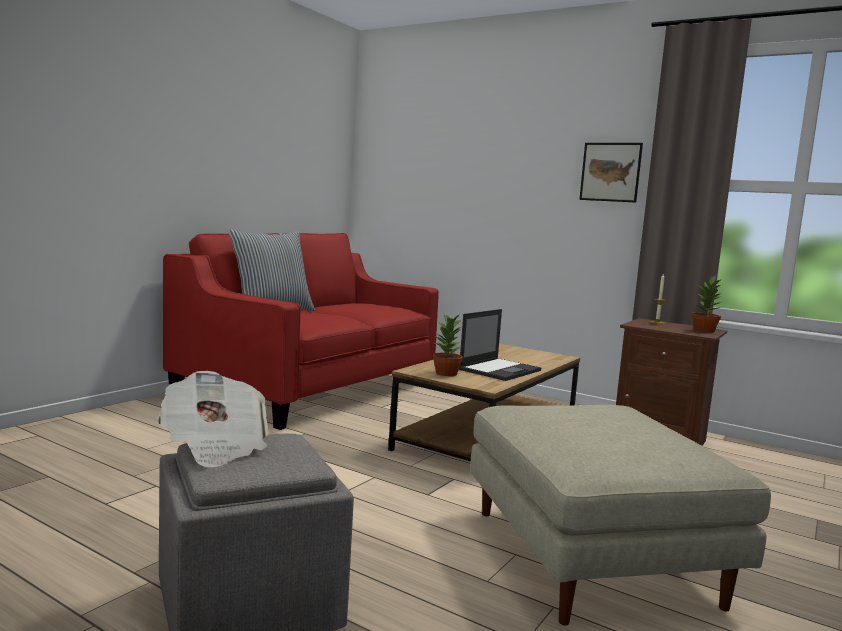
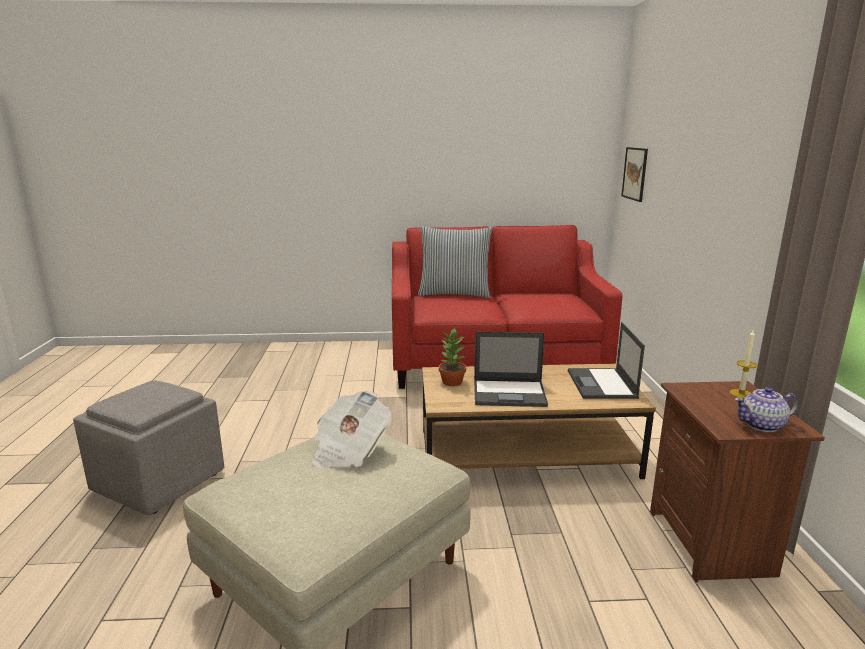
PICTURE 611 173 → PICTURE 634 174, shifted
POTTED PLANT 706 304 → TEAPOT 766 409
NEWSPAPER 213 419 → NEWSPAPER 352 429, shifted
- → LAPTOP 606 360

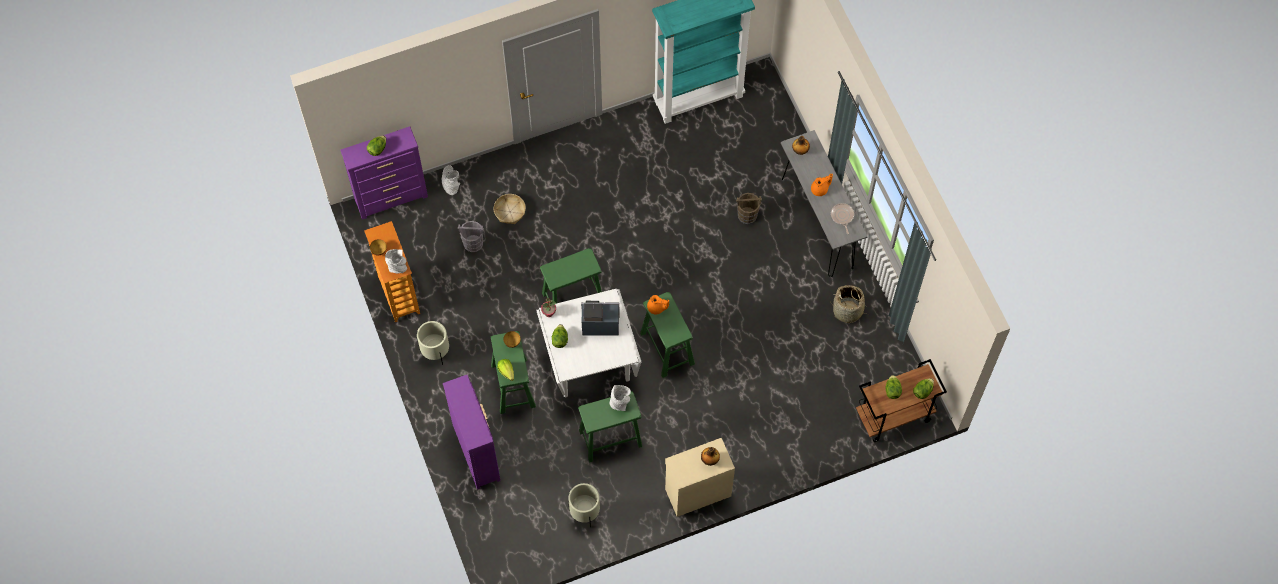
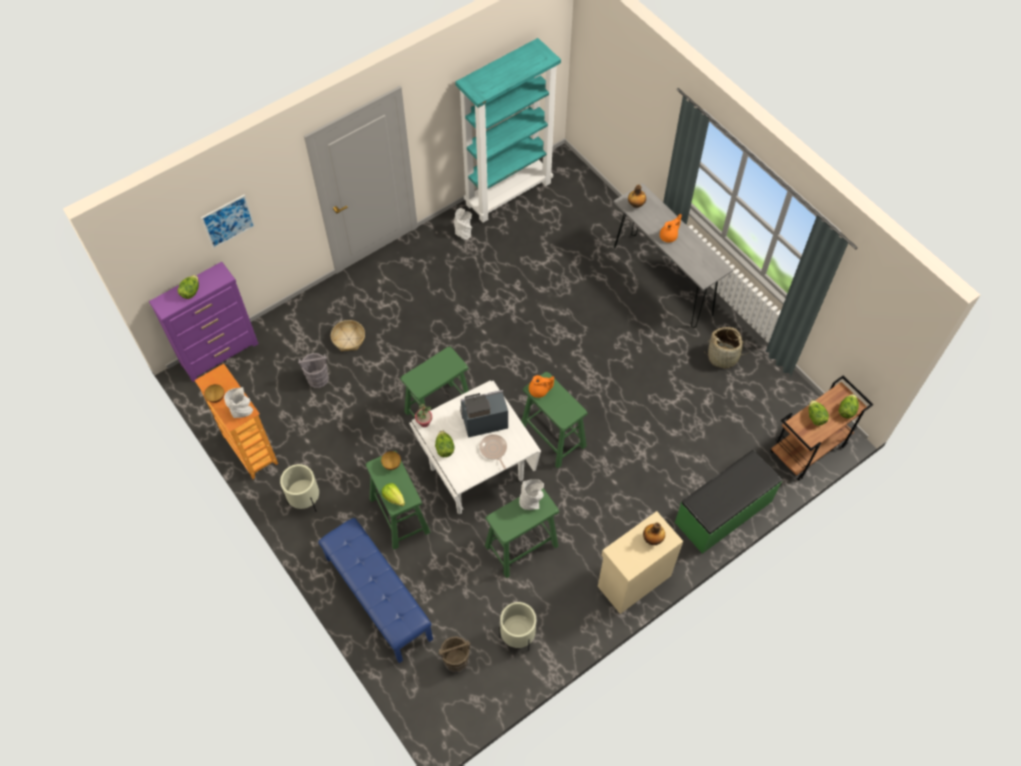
GREY VASE 451 180 → GREY VASE 463 224, shifted
BROWN BUCKET 749 208 → BROWN BUCKET 454 654, shifted
FRYING PAN 842 218 → FRYING PAN 493 451, shifted
PURPLE DRESSER 472 432 → BLUE BENCH 375 590
- → PICTURE 228 221
- → GREEN BENCH 728 502

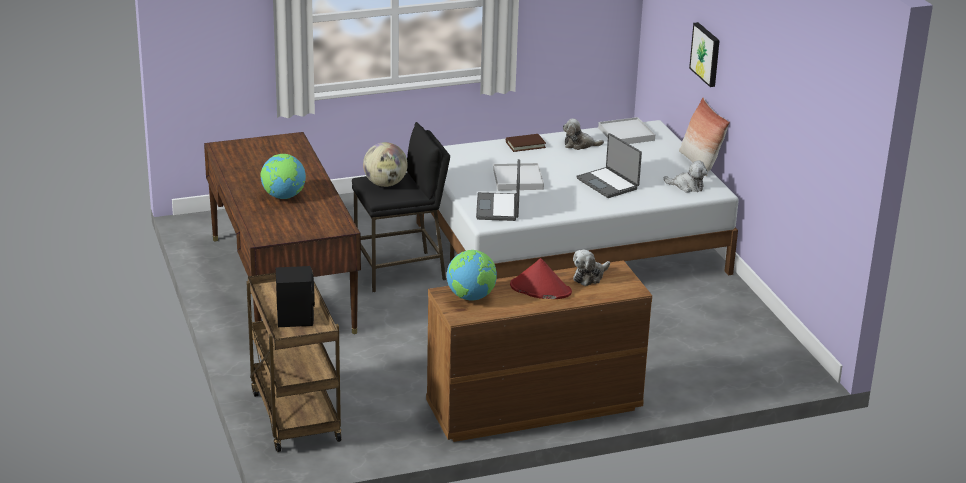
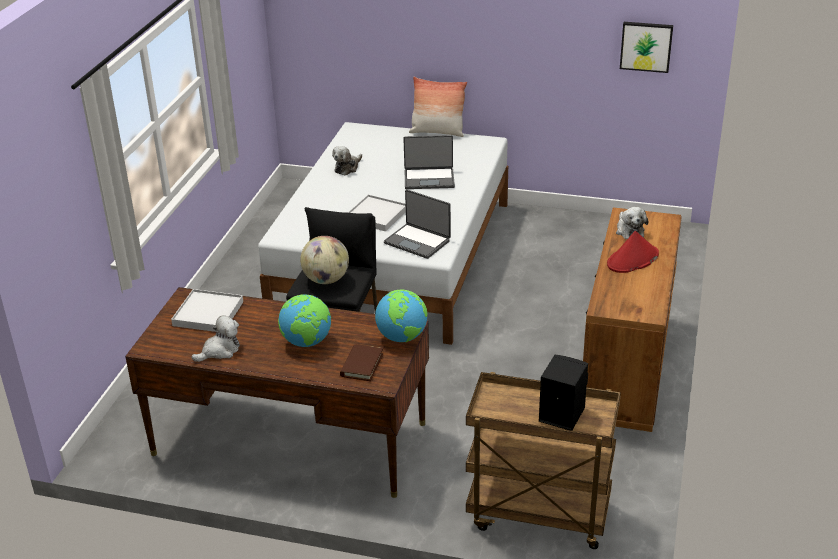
PICTURE 704 54 → PICTURE 646 47, shifted
WHITE TRAY 627 130 → WHITE TRAY 207 310, shifted
BROWN BOOK 526 143 → BROWN BOOK 361 362, shifted
PLUSH TOY 686 176 → PLUSH TOY 216 338, shifted
GLOBE 472 275 → GLOBE 401 316, shifted

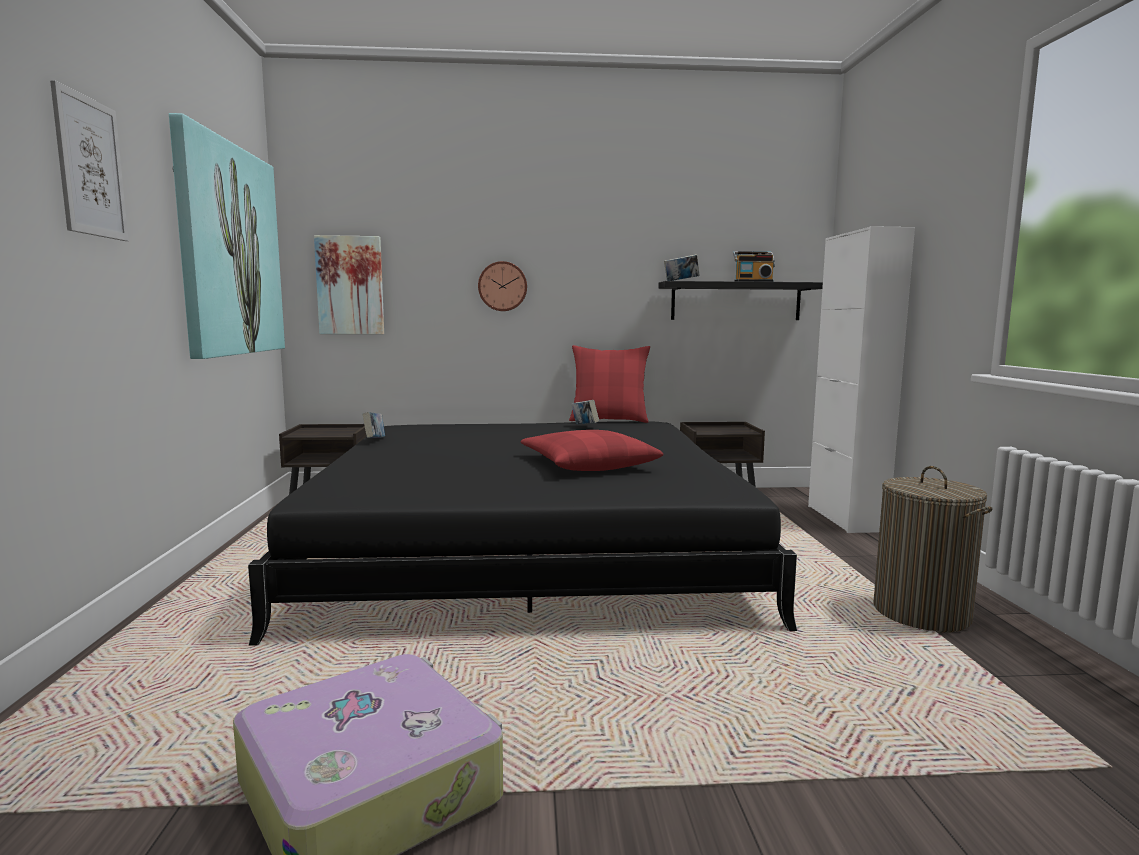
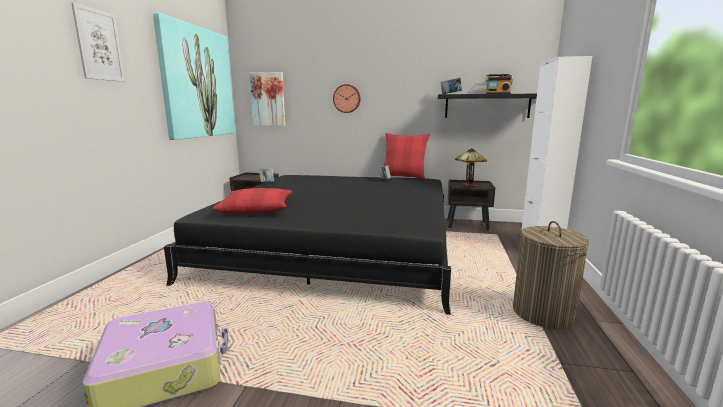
RED PILLOW 592 450 → RED PILLOW 252 201, shifted
- → TABLE LAMP 471 167

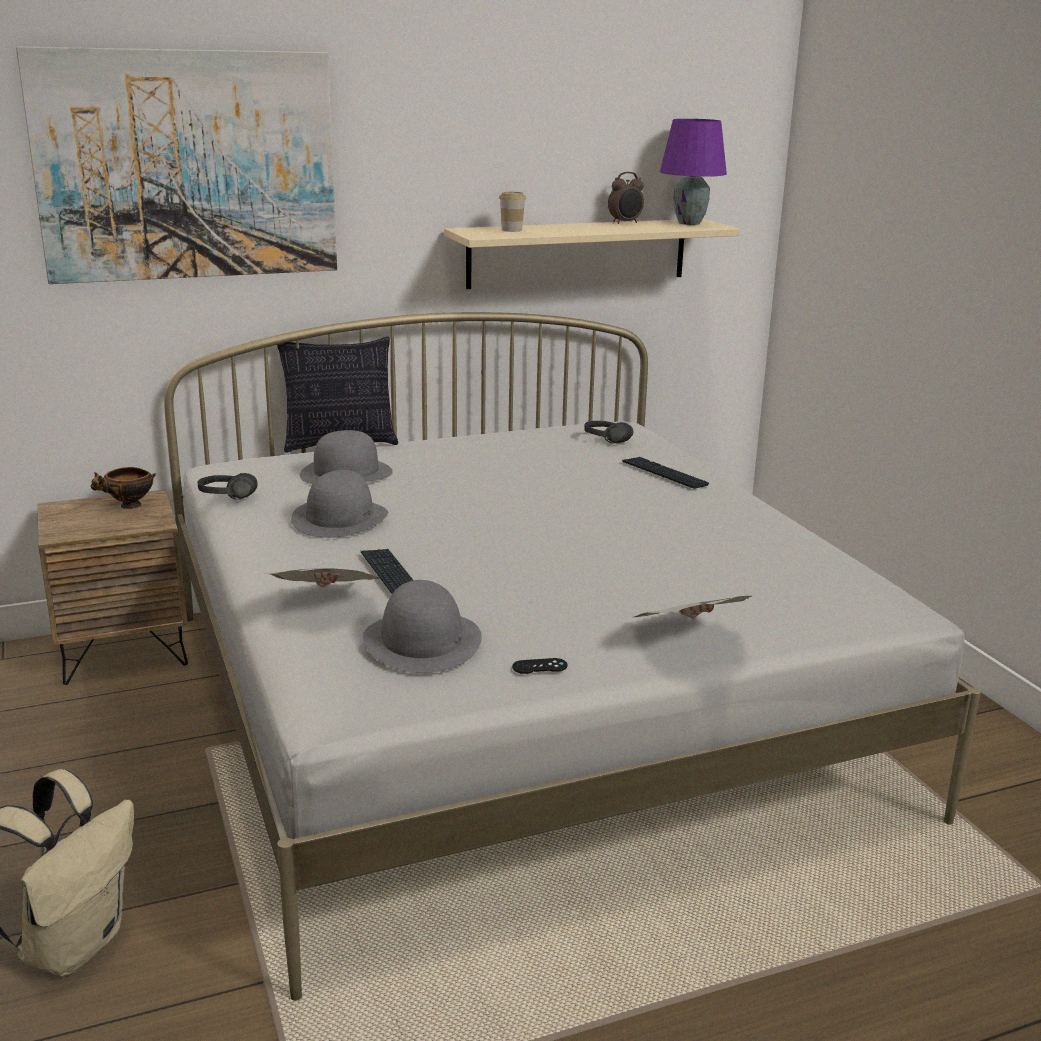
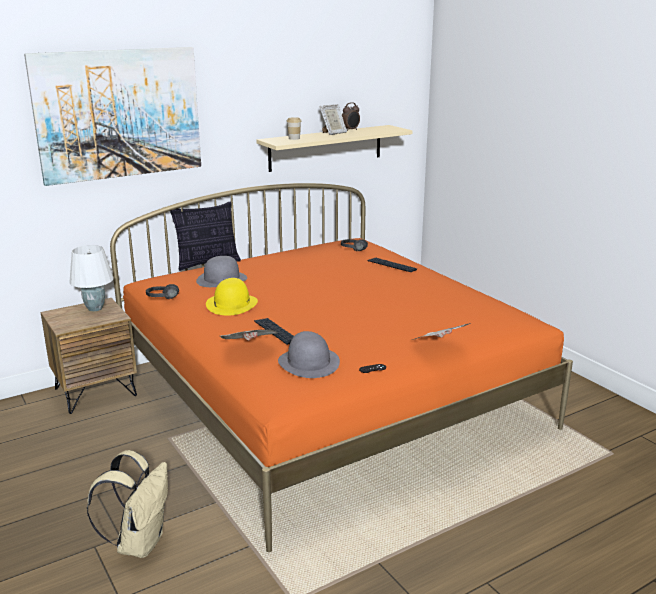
PURPLE TABLE LAMP 693 172 → -
WHITE BED 572 656 → ORANGE BED 341 367
BOWL 123 488 → WHITE TABLE LAMP 91 278
GREY HAT 339 504 → YELLOW HAT 232 296
- → PICTURE FRAME 333 119

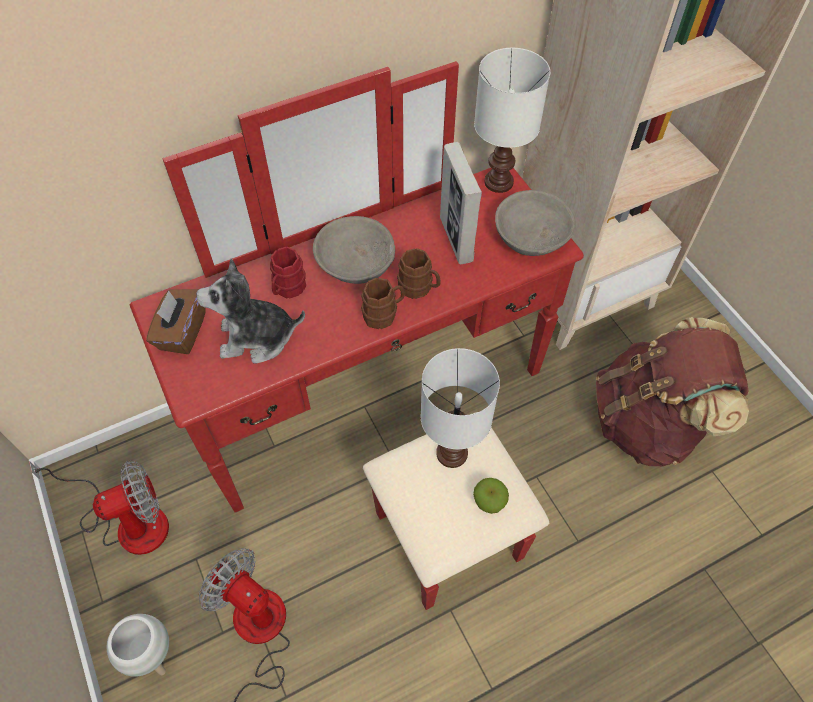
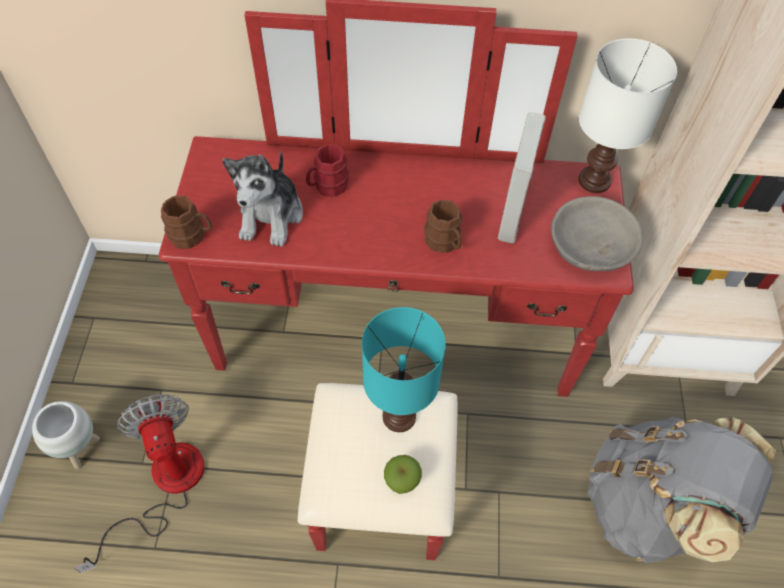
GREY BOWL 354 250 → -
PLUSH TOY 250 311 → PLUSH TOY 262 199, 105 degrees counterclockwise
BROWN MUG 383 303 → BROWN MUG 186 222, shifted
BROWN TISSUE BOX 176 321 → -
BROWN BACKPACK 672 391 → GREY BACKPACK 681 489
WHITE TABLE LAMP 460 408 → TURQUOISE TABLE LAMP 404 369
FAN 99 507 → -

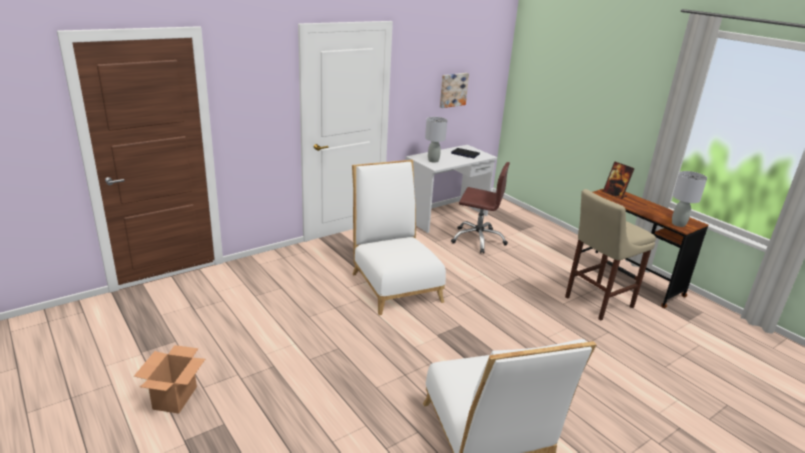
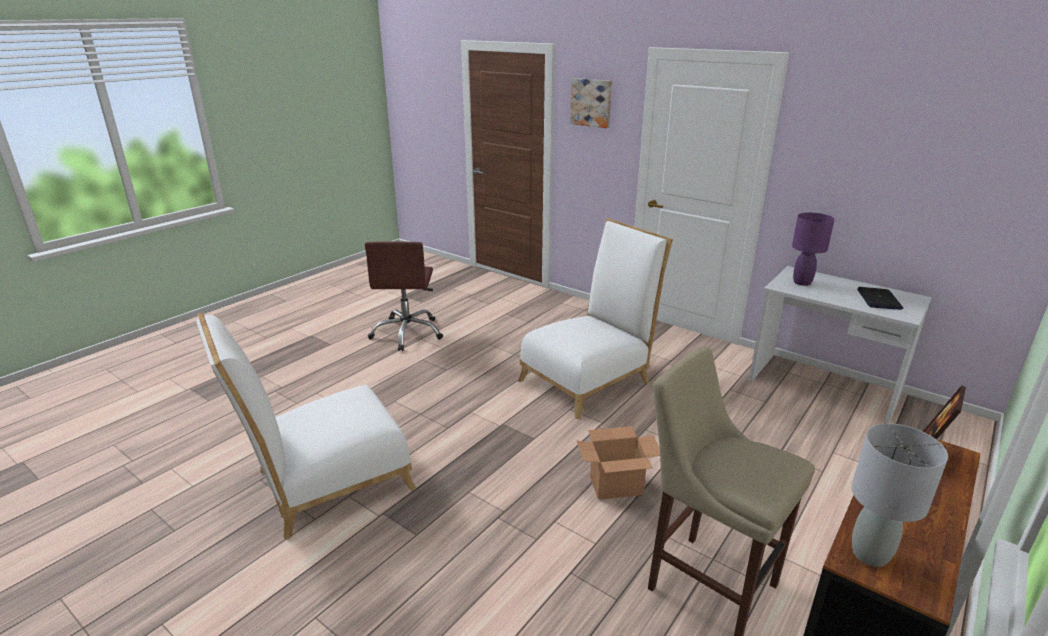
PICTURE 454 90 → PICTURE 591 103, shifted
GREY TABLE LAMP 436 140 → PURPLE TABLE LAMP 813 249
BROWN OFFICE CHAIR 480 207 → BROWN OFFICE CHAIR 404 296, shifted
CARDBOARD BOX 169 379 → CARDBOARD BOX 618 463, shifted

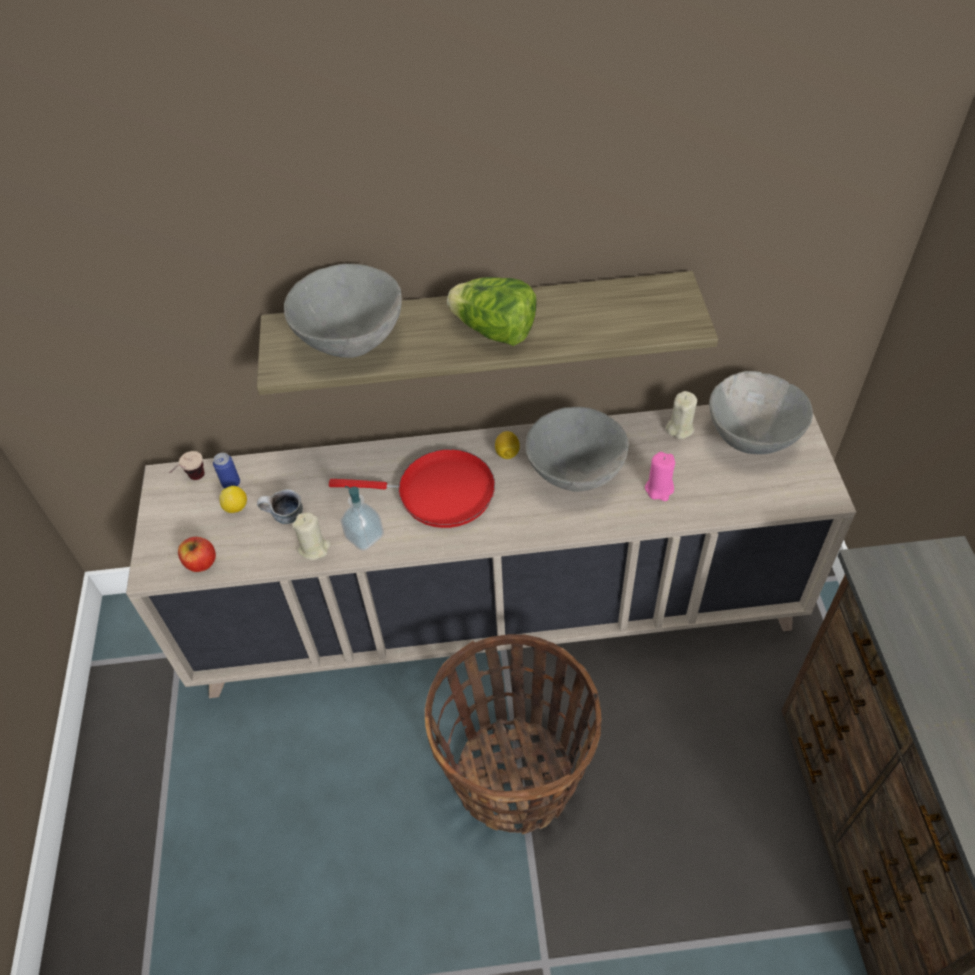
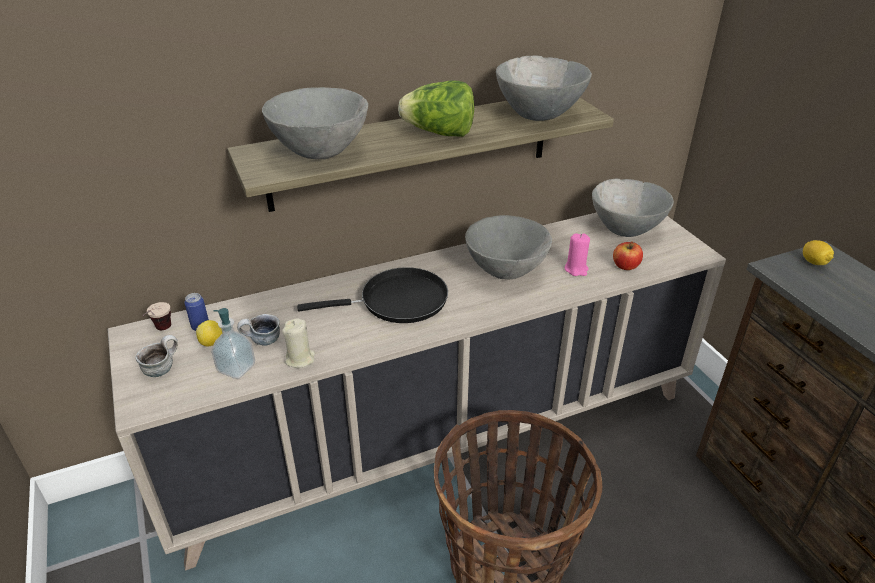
BEIGE CANDLE 681 415 → -
LEMON 507 445 → LEMON 818 252, shifted
RED FRYING PAN 412 488 → BLACK FRYING PAN 372 295
SOAP DISPENSER 362 518 → SOAP DISPENSER 233 343, shifted
APPLE 197 554 → APPLE 628 255, shifted
- → GREY BOWL 544 88
- → MUG 156 356

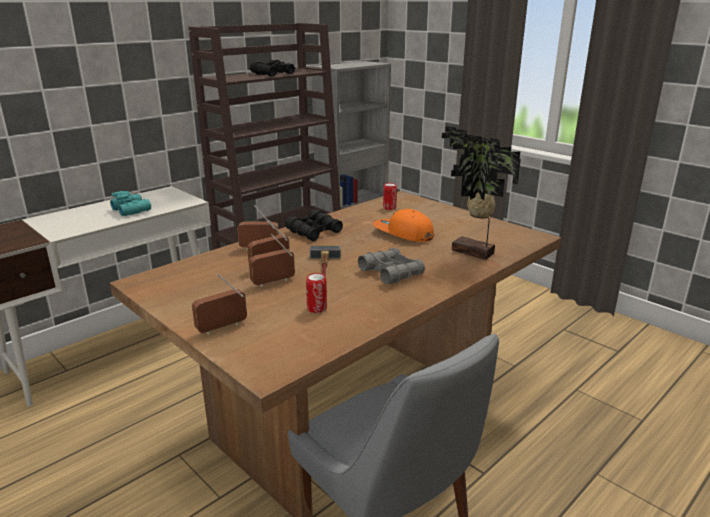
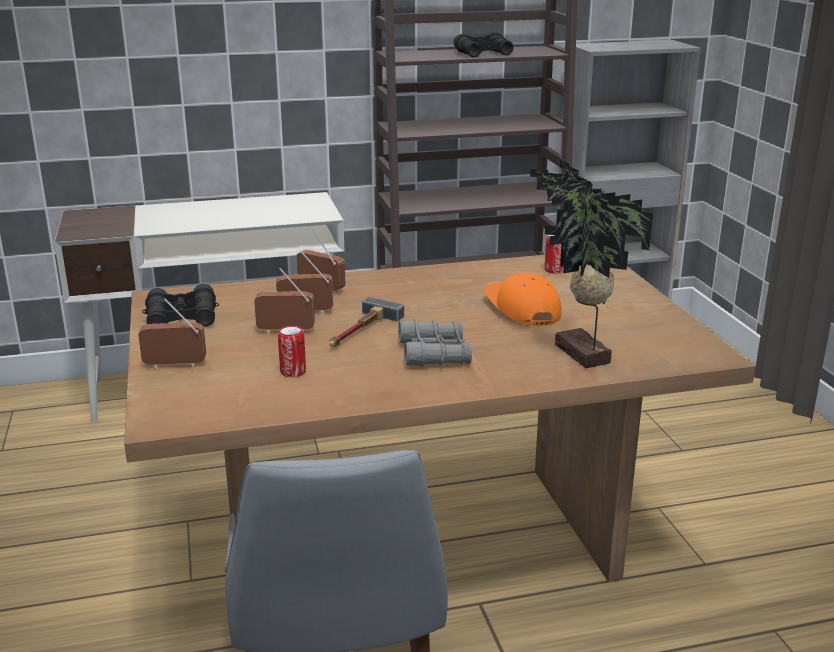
TURQUOISE BINOCULARS 130 203 → -
BLACK BINOCULARS 314 225 → BLACK BINOCULARS 180 305, shifted

